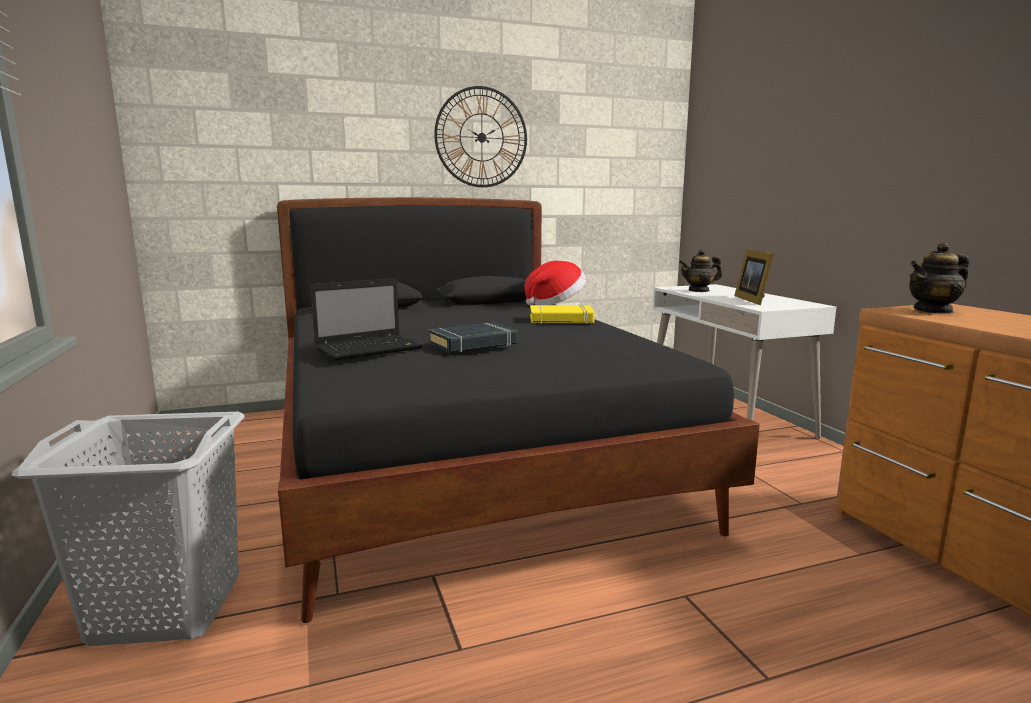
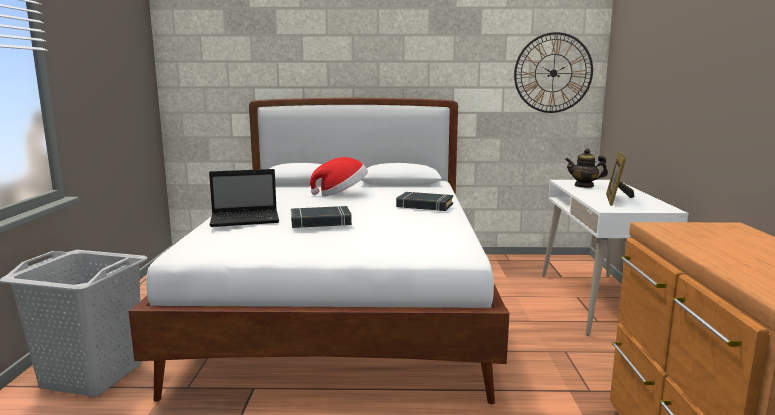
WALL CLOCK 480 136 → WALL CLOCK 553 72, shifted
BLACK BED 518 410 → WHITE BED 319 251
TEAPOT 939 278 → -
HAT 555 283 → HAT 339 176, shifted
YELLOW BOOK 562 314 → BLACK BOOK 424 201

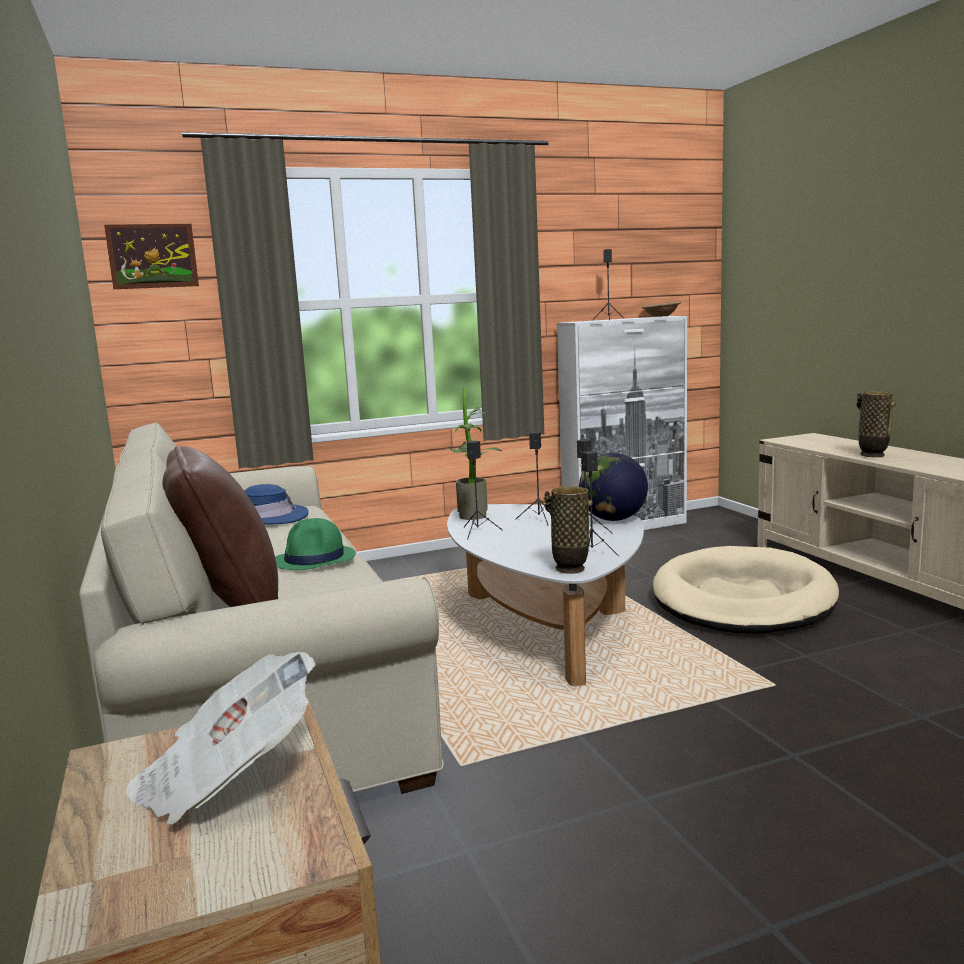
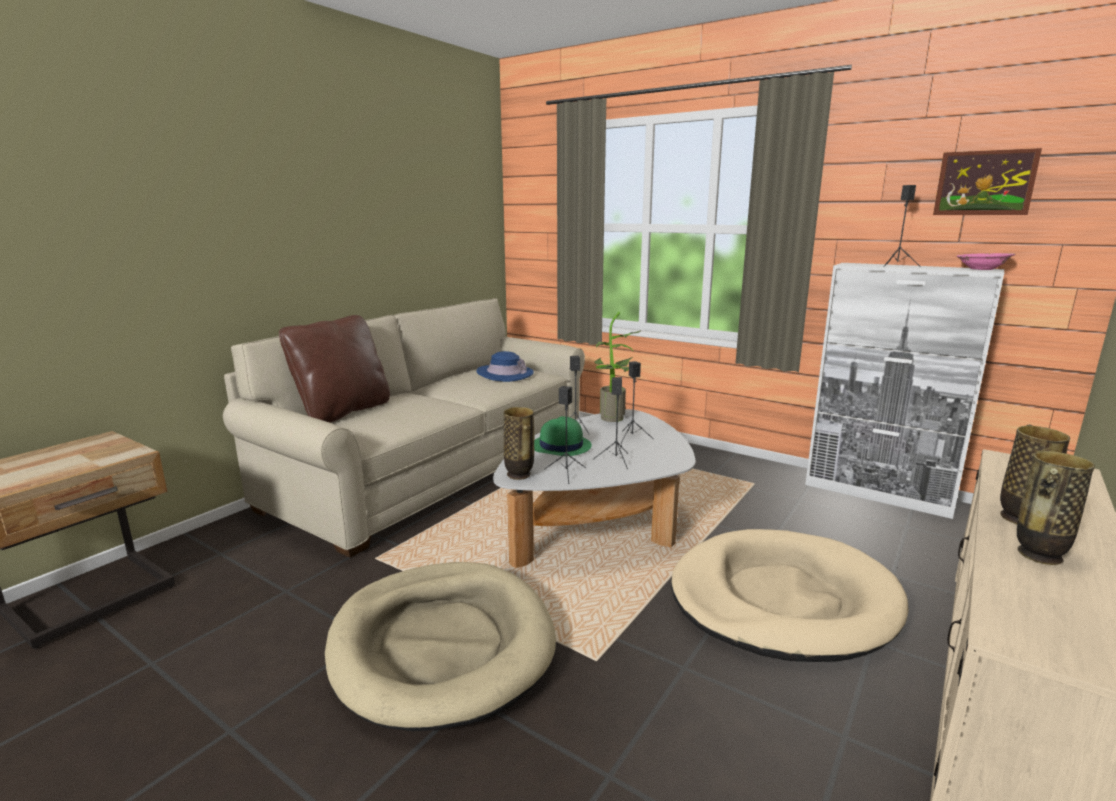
PICTURE 151 256 → PICTURE 987 181, shifted
BROWN BOWL 661 309 → PINK BOWL 986 261
GLOBE 613 487 → -
GREEN HAT 315 544 → GREEN HAT 563 436, shifted
NEWSPAPER 220 738 → -
- → VASE 1056 508
- → BEIGE DOG BED 440 646

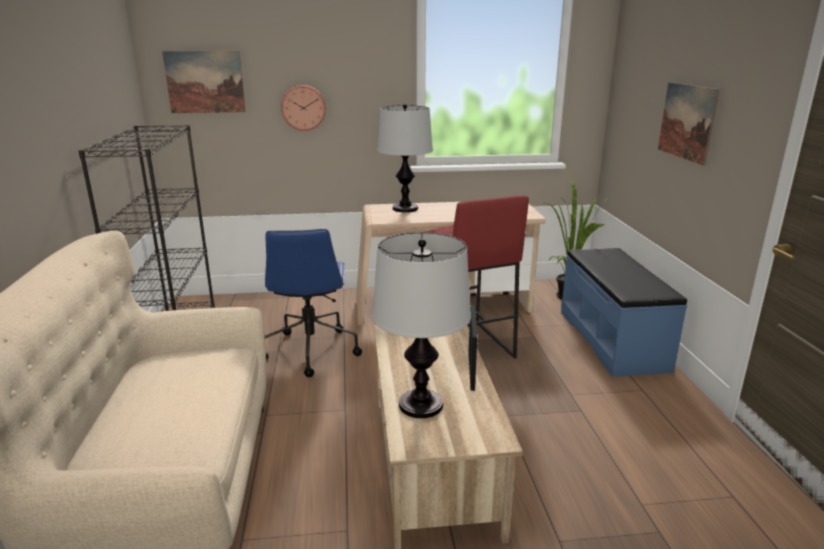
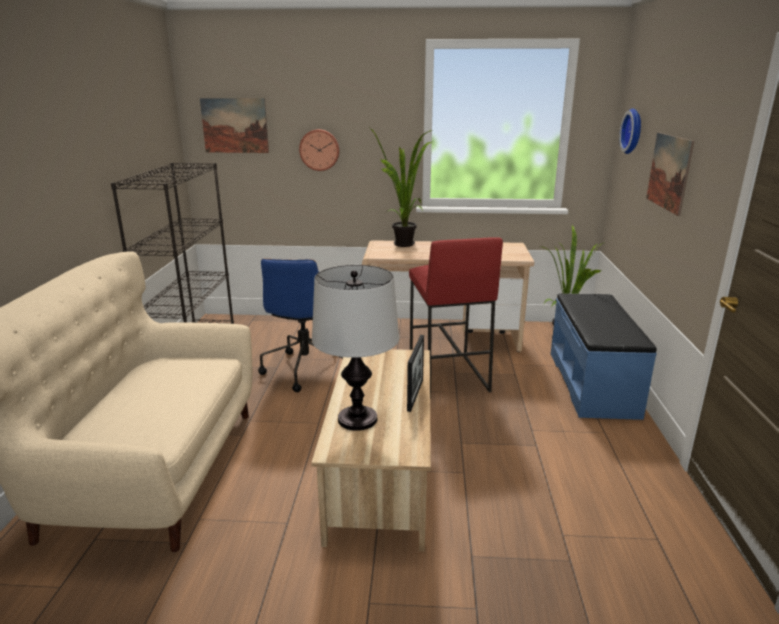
TABLE LAMP 405 158 → POTTED PLANT 401 187
- → WALL CLOCK 630 131

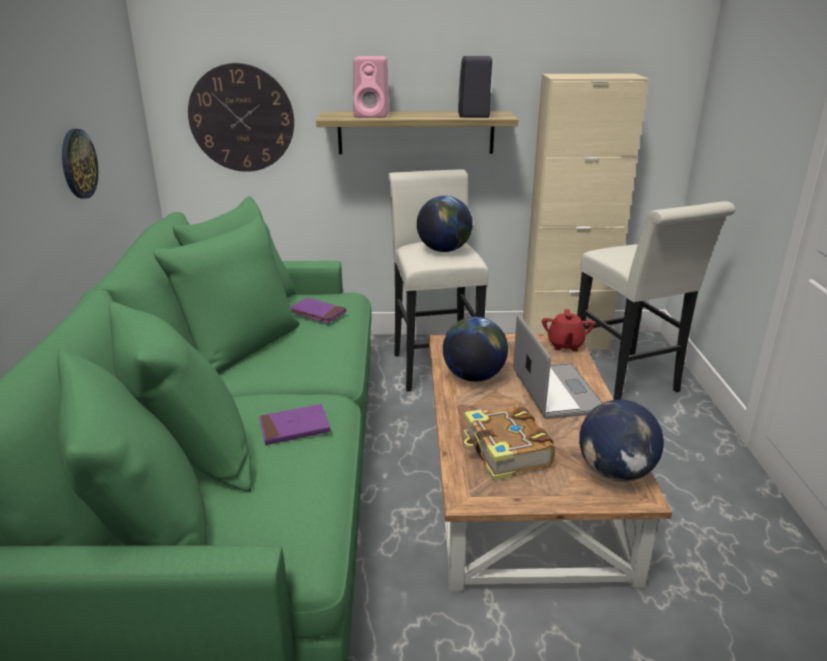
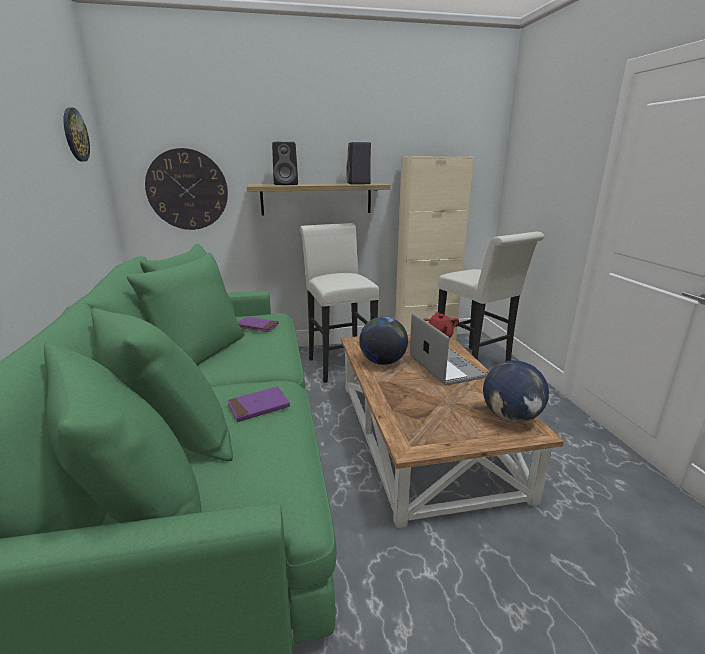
PINK SPEAKER 371 87 → BLACK SPEAKER 285 163
WALL CLOCK 80 164 → WALL CLOCK 77 134, shifted
GLOBE 445 224 → -
BOOK 509 442 → -

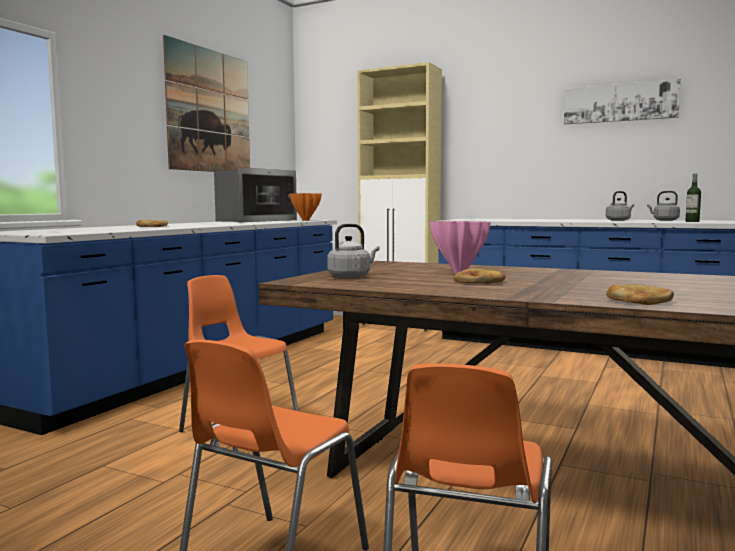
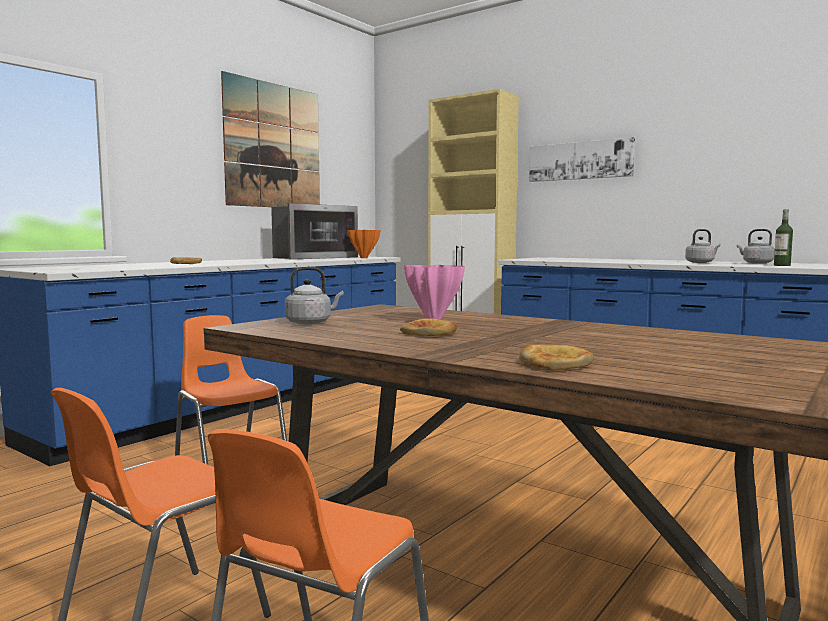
PICTURE 622 102 → PICTURE 582 159, shifted

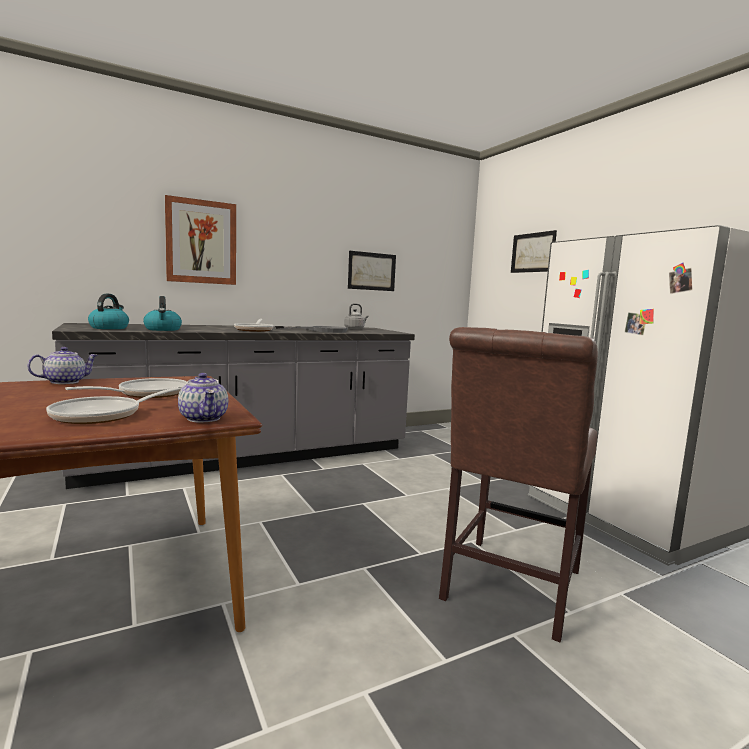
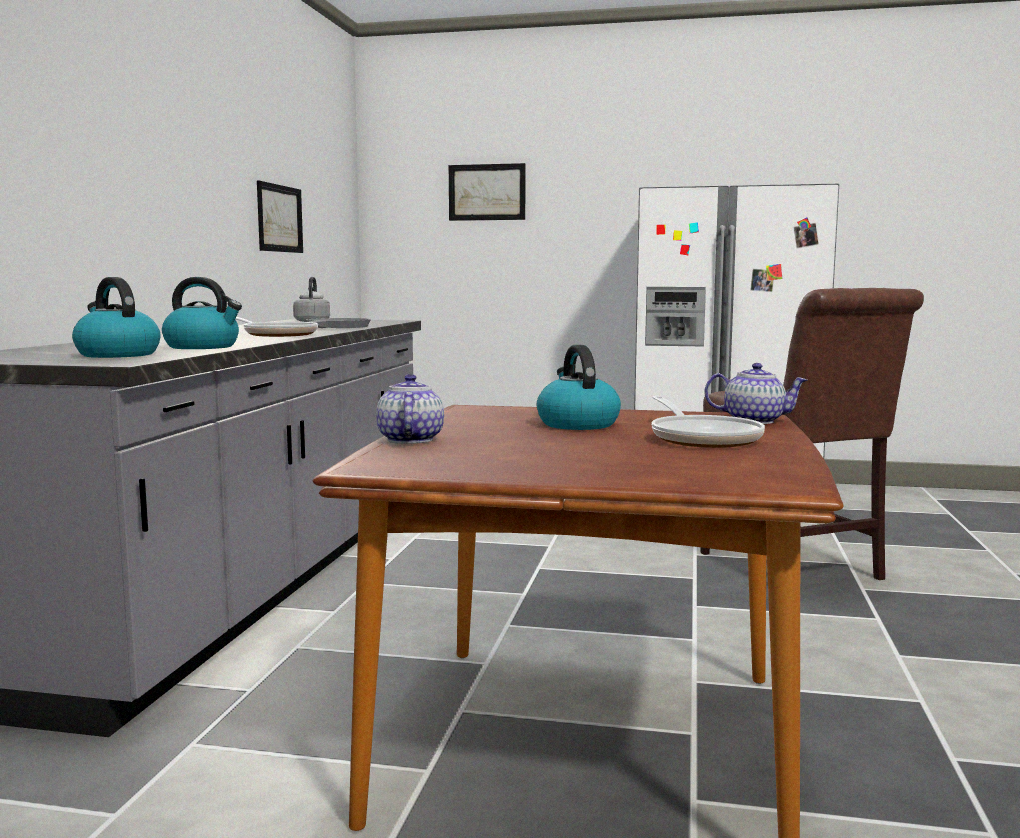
PICTURE 200 240 → -
FRYING PAN 126 388 → KETTLE 579 387

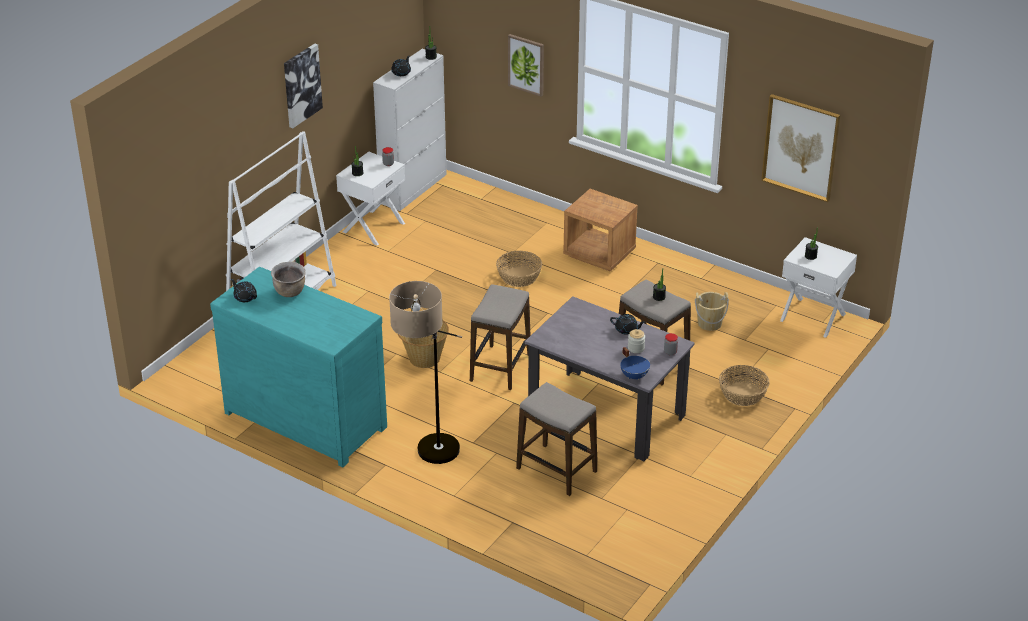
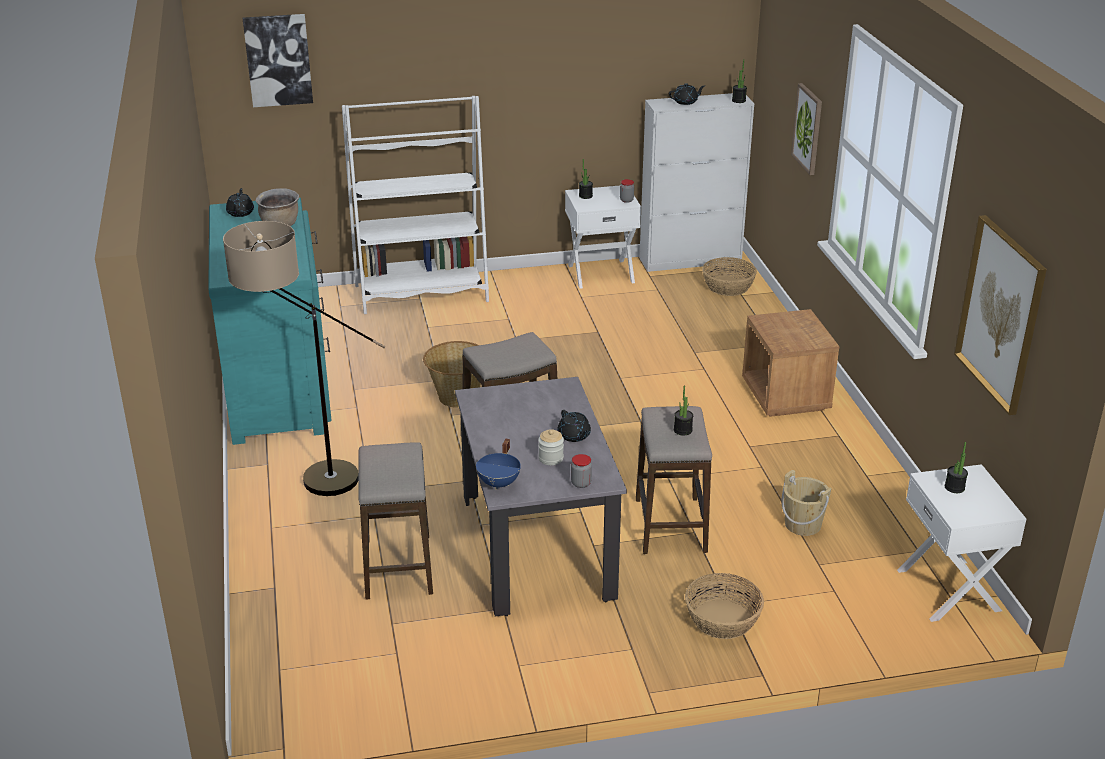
PICTURE 303 85 → PICTURE 278 60, shifted
BASKET 519 269 → BASKET 729 276, shifted

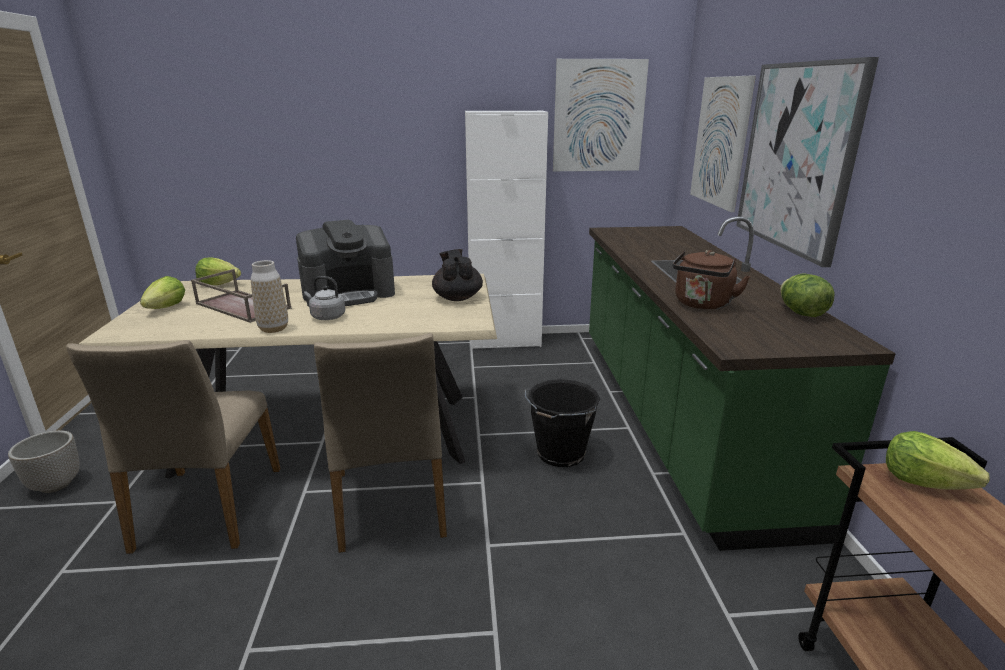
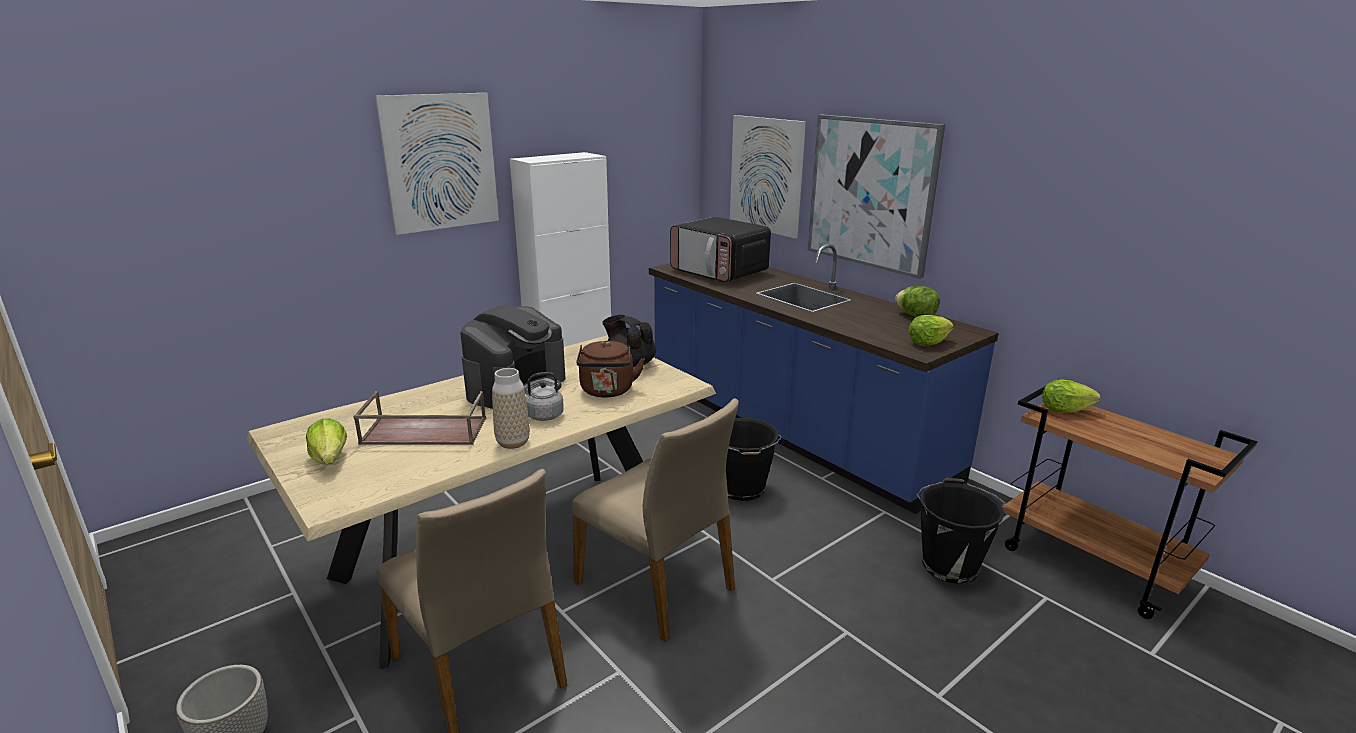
PICTURE 601 115 → PICTURE 437 164, shifted
GREEN COUNTER 742 383 → BLUE COUNTER 824 379
BROWN KETTLE 711 280 → BROWN KETTLE 610 369, shifted
LETTUCE 218 271 → LETTUCE 931 330, shifted
- → MICROWAVE 720 249
- → BLACK BUCKET 960 530

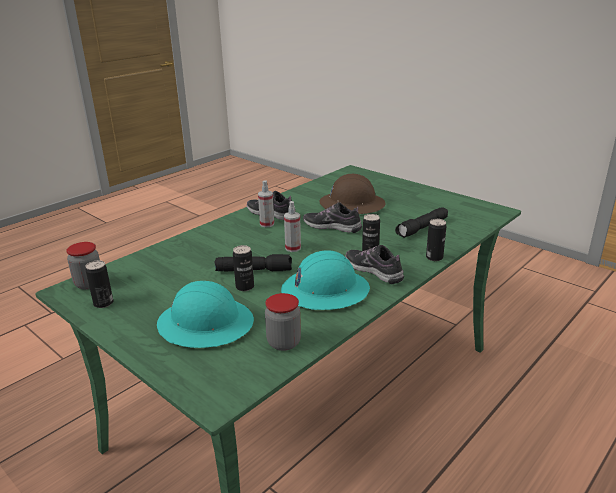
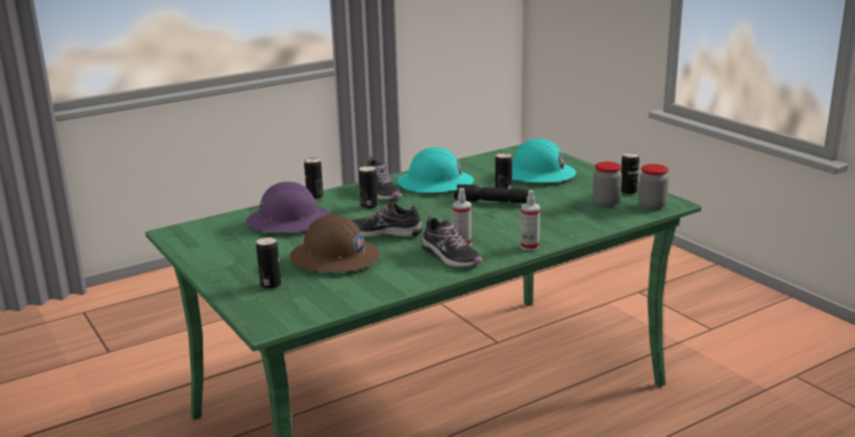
SPRAY BOTTLE 292 226 → SPRAY BOTTLE 530 220, shifted
SHOE 332 217 → SHOE 387 219, 150 degrees clockwise
BLACK FLASHLIGHT 421 222 → PURPLE HARD HAT 288 207
JAR 283 322 → JAR 607 184, shifted
- → CAN 268 263

